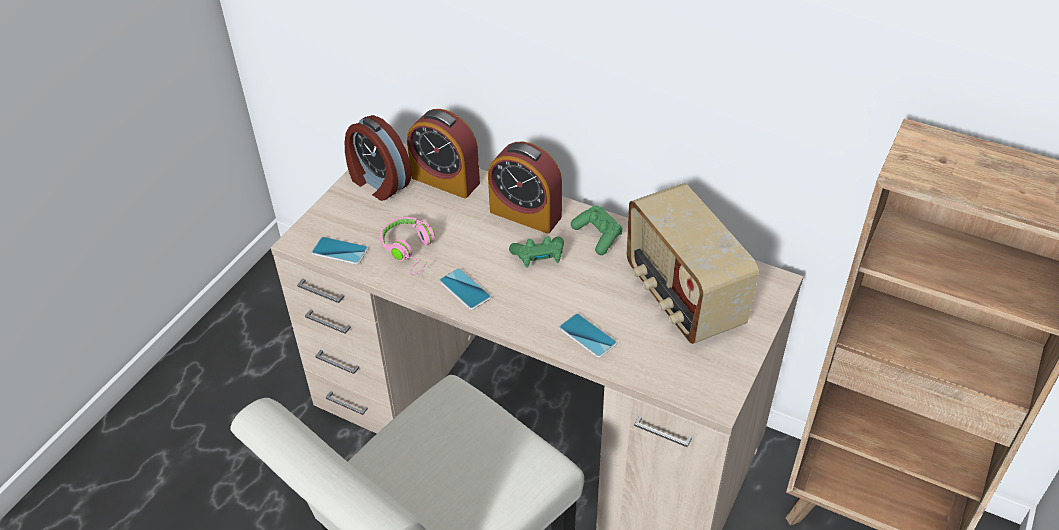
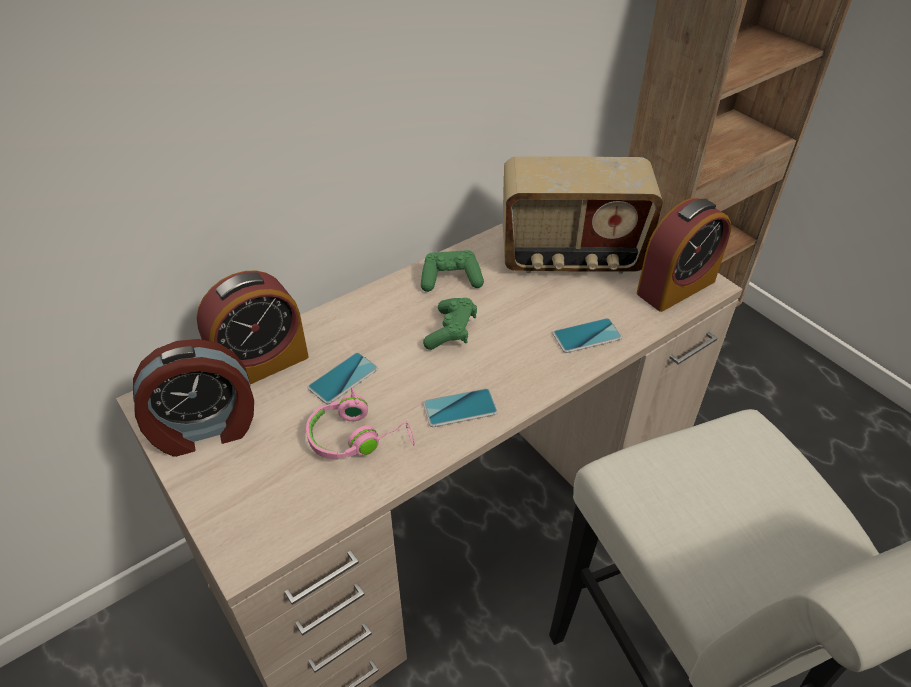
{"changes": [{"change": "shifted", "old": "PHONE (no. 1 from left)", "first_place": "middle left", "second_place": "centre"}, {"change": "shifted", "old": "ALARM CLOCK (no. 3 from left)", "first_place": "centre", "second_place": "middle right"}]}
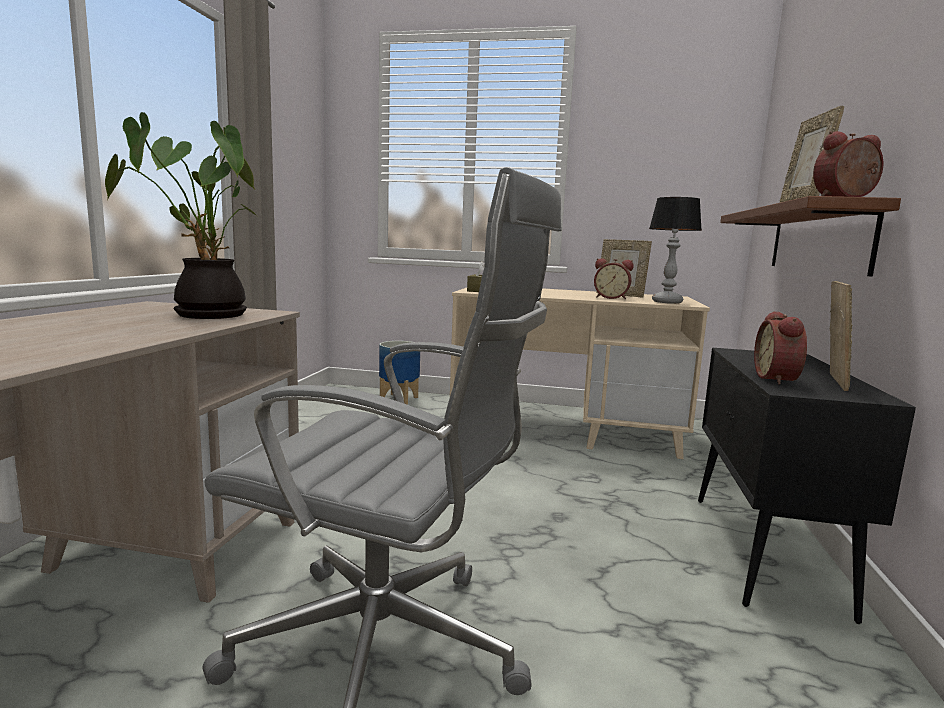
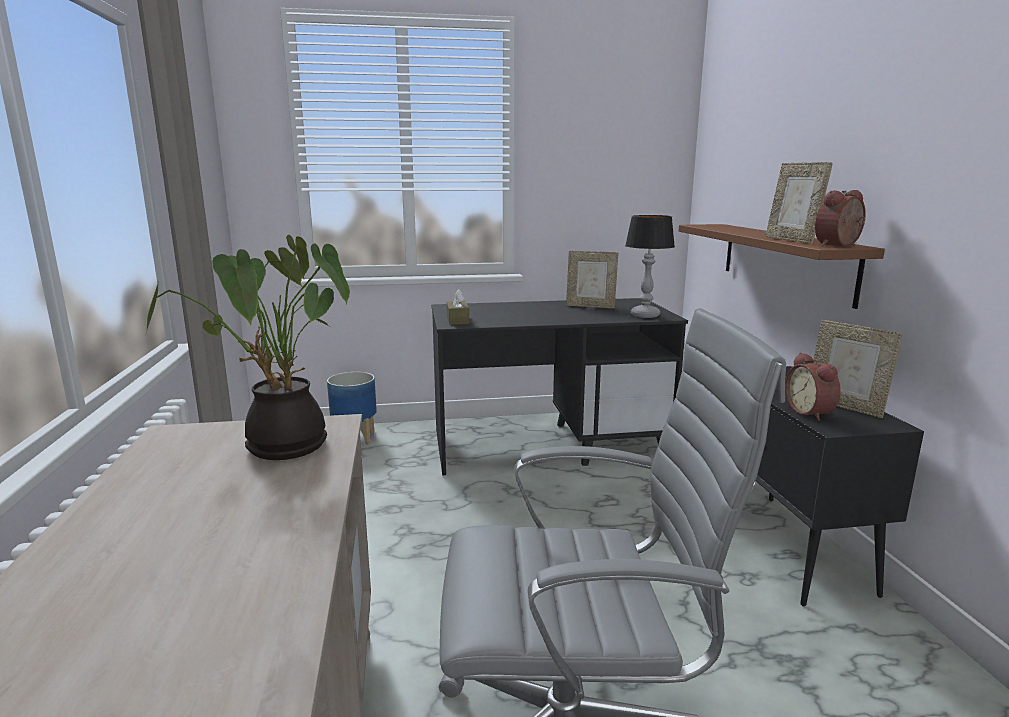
{"changes": [{"change": "repainted", "old": "BEIGE DESK (no. 2 from left)", "new": "BLACK DESK", "first_place": "centre", "second_place": "centre"}, {"change": "rotated", "old": "PICTURE FRAME (no. 3 from left)", "first_place": "middle right", "second_place": "middle right", "degrees": 135}, {"change": "gone", "old": "ALARM CLOCK (no. 1 from left)", "first_place": "centre"}]}
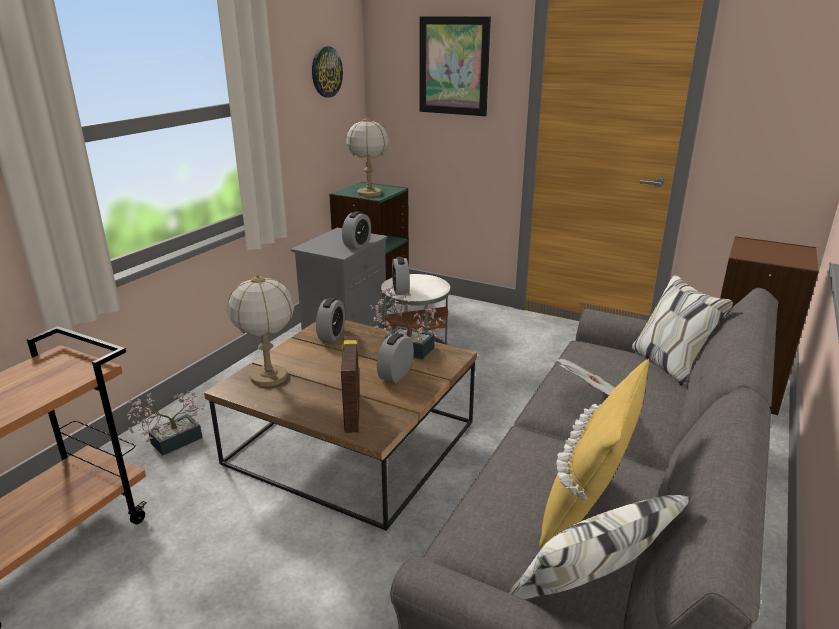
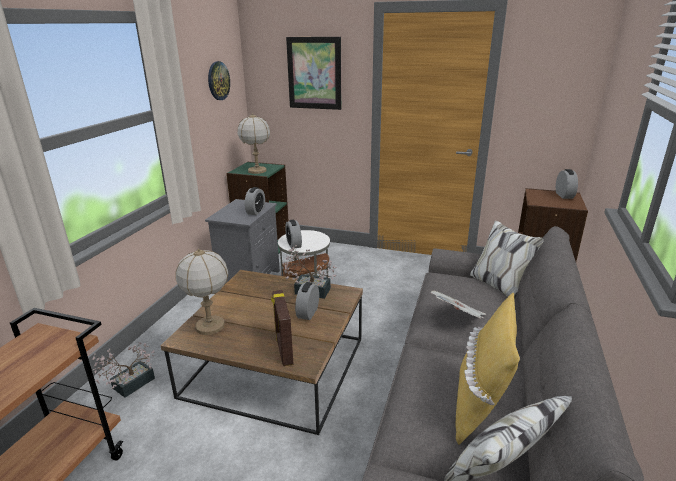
{"changes": [{"change": "shifted", "old": "ALARM CLOCK (no. 1 from left in the first image)", "new": "ALARM CLOCK (no. 4 from left)", "first_place": "centre", "second_place": "middle right"}]}
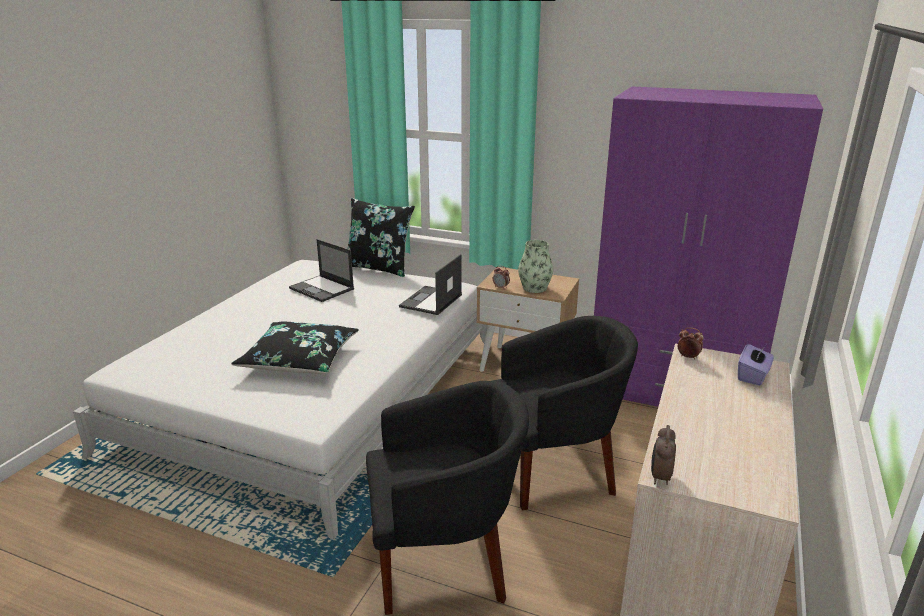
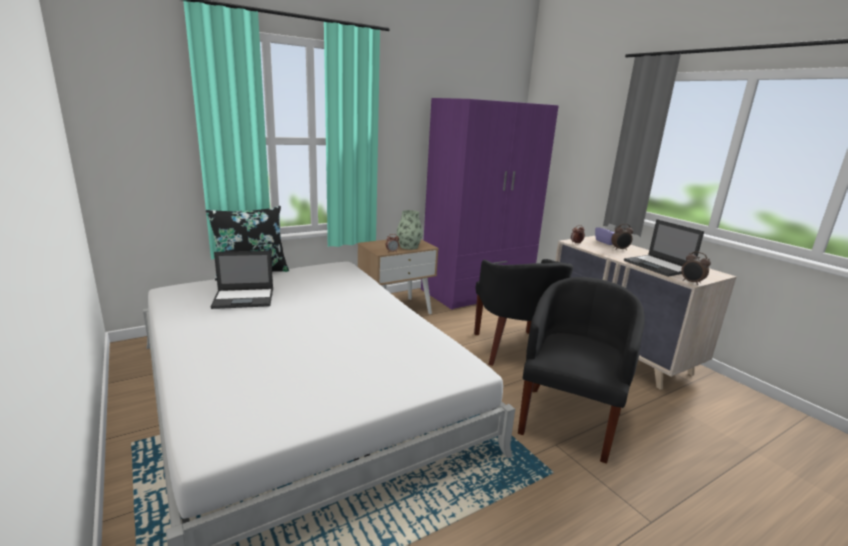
{"changes": [{"change": "rotated", "old": "BLACK ARMCHAIR (no. 2 from left in the first image)", "first_place": "bottom centre", "second_place": "centre", "degrees": 150}, {"change": "new", "new": "ALARM CLOCK (no. 3 from left)", "second_place": "middle right"}, {"change": "shifted", "old": "LAPTOP (no. 2 from left)", "first_place": "centre", "second_place": "middle right"}, {"change": "gone", "old": "BLACK PILLOW (no. 1 from left)", "first_place": "middle left"}]}
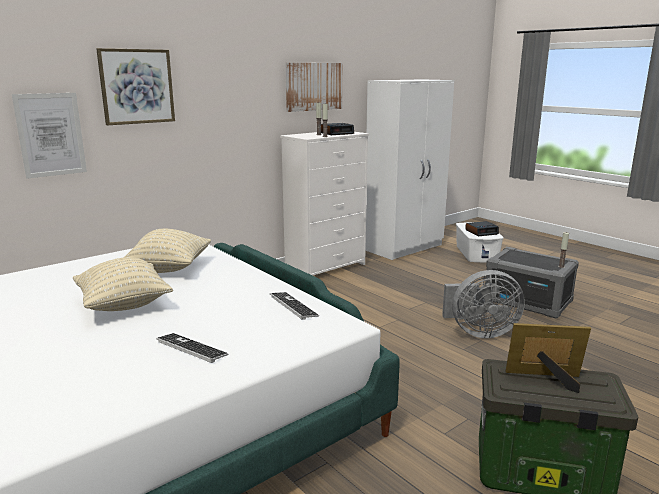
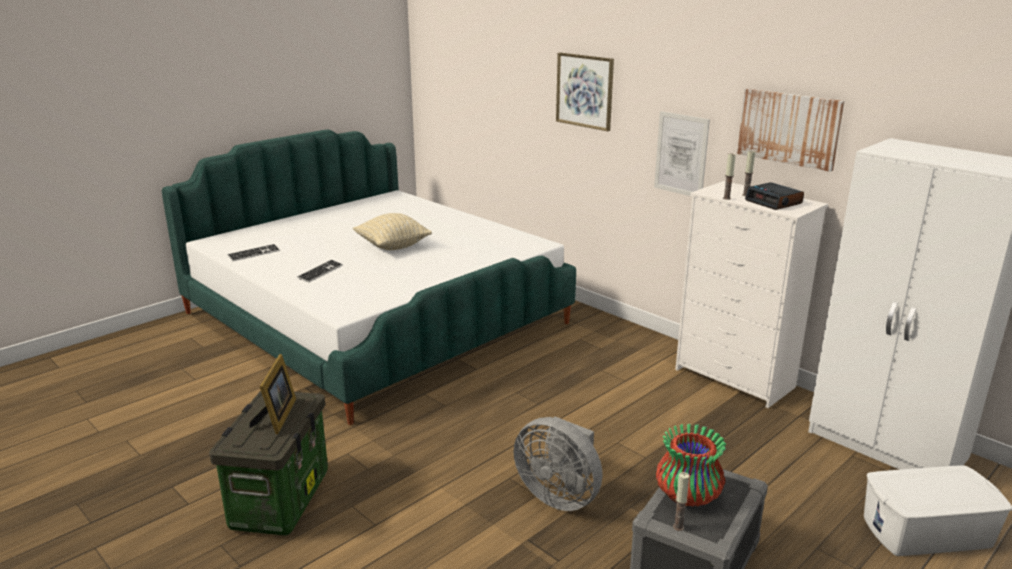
{"changes": [{"change": "shifted", "old": "KEYBOARD (no. 2 from left in the first image)", "new": "KEYBOARD (no. 1 from left)", "first_place": "centre", "second_place": "middle left"}, {"change": "rotated", "old": "GREY FAN", "first_place": "middle right", "second_place": "bottom centre", "degrees": -45}, {"change": "shifted", "old": "PICTURE (no. 1 from left in the first image)", "new": "PICTURE (no. 2 from left)", "first_place": "top left", "second_place": "top right"}, {"change": "new", "new": "VASE", "second_place": "bottom right"}, {"change": "gone", "old": "BEIGE PILLOW (no. 2 from left)", "first_place": "middle left"}, {"change": "gone", "old": "ALARM CLOCK (no. 2 from left)", "first_place": "middle right"}]}
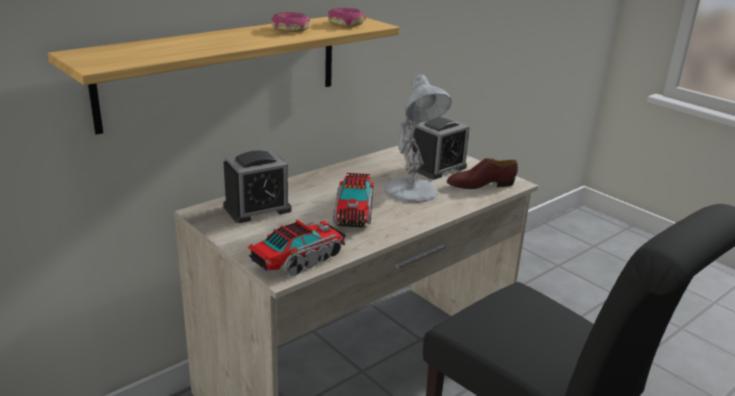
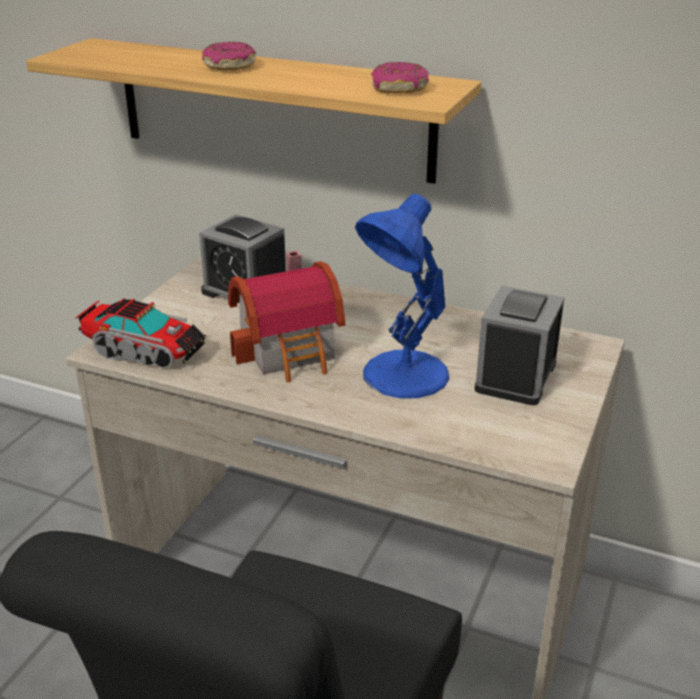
{"changes": [{"change": "shifted", "old": "DONUT (no. 1 from left)", "first_place": "top centre", "second_place": "top left"}, {"change": "swapped", "old": "TOY TRUCK (no. 2 from left)", "new": "TOY HOUSE", "first_place": "centre", "second_place": "centre"}, {"change": "repainted", "old": "WHITE TABLE LAMP", "new": "BLUE TABLE LAMP", "first_place": "centre", "second_place": "centre"}, {"change": "rotated", "old": "ALARM CLOCK (no. 2 from left)", "first_place": "centre", "second_place": "middle right", "degrees": 90}, {"change": "gone", "old": "BROWN SHOE", "first_place": "centre"}]}
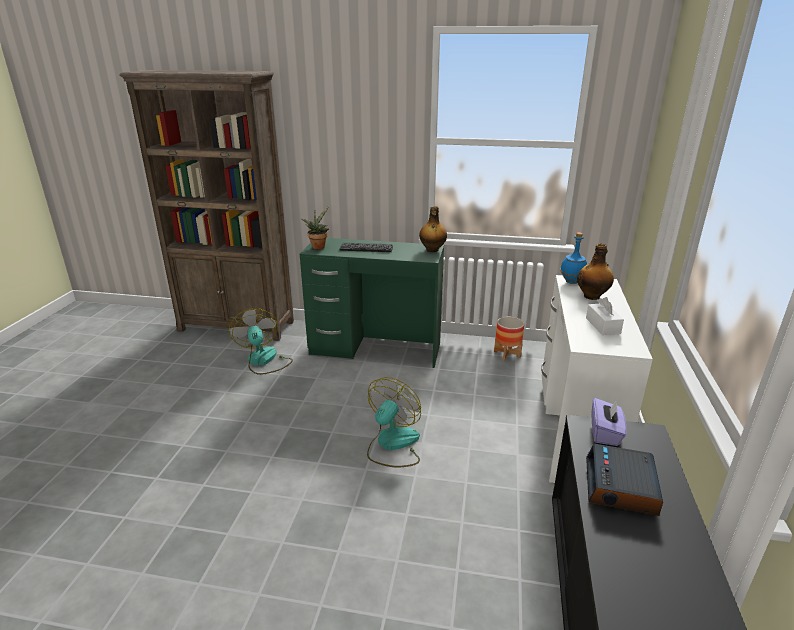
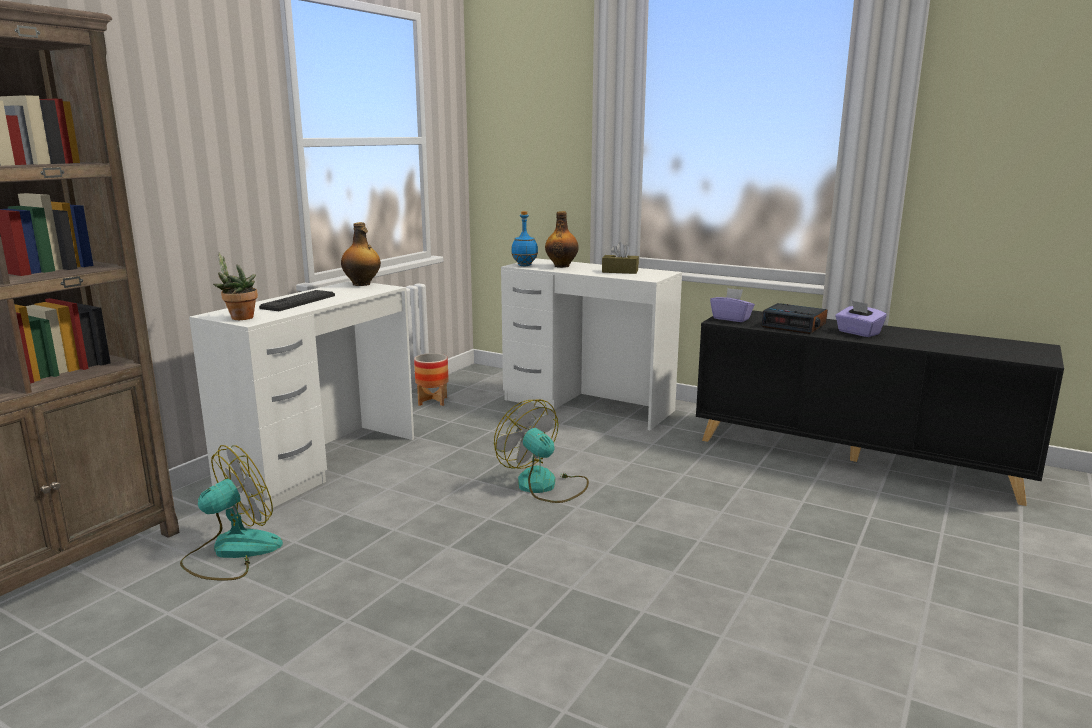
{"changes": [{"change": "rotated", "old": "FAN (no. 1 from left)", "first_place": "middle left", "second_place": "bottom left", "degrees": 135}, {"change": "repainted", "old": "GREEN DESK", "new": "WHITE DESK (no. 1 from left)", "first_place": "centre", "second_place": "middle left"}, {"change": "repainted", "old": "WHITE TISSUE BOX", "new": "BROWN TISSUE BOX", "first_place": "middle right", "second_place": "centre"}, {"change": "new", "new": "PURPLE TISSUE BOX (no. 2 from left)", "second_place": "middle right"}]}
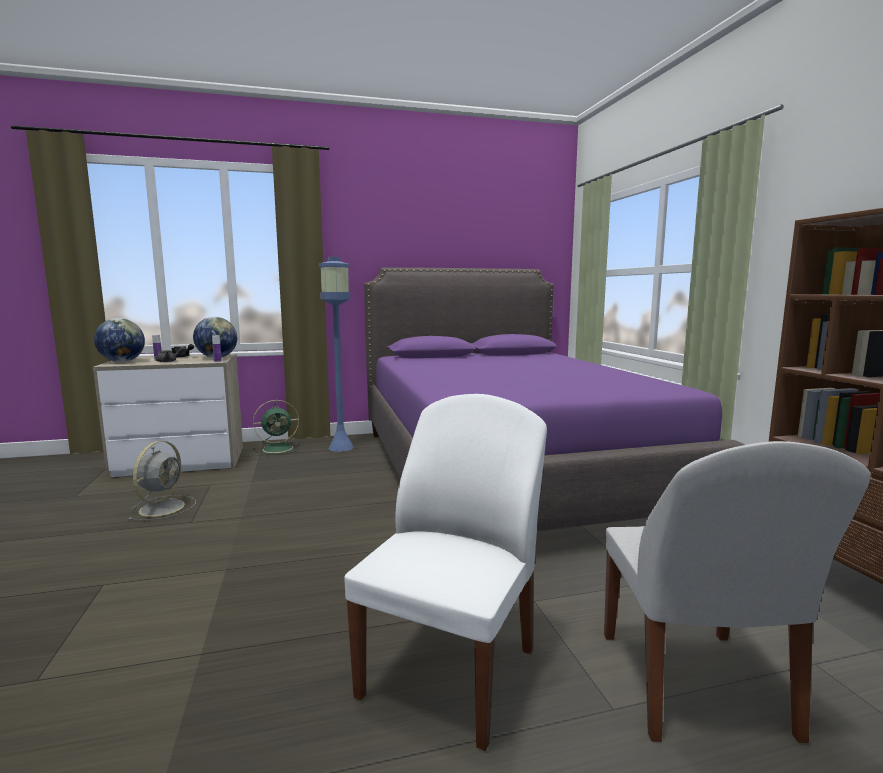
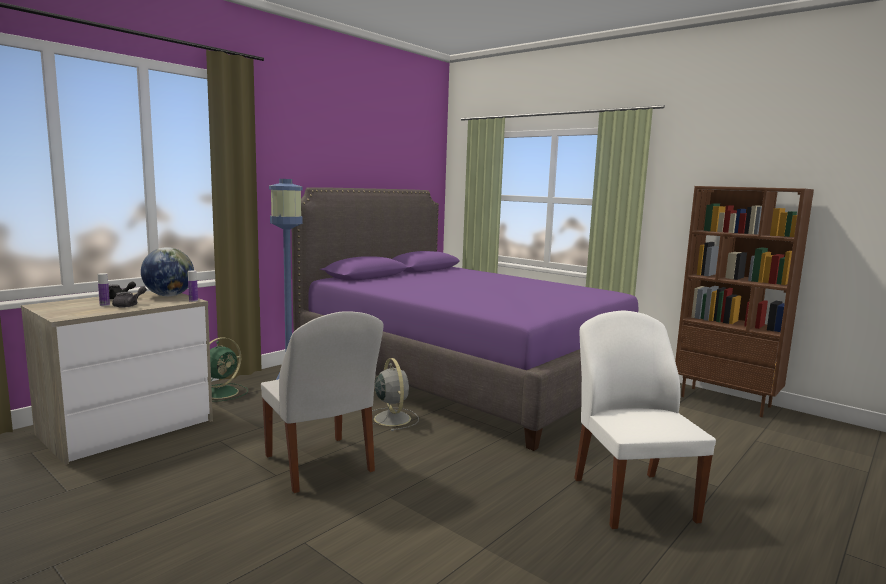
{"changes": [{"change": "shifted", "old": "WHITE CHAIR (no. 2 from left in the first image)", "new": "WHITE CHAIR (no. 1 from left)", "first_place": "bottom right", "second_place": "bottom centre"}, {"change": "shifted", "old": "GREY FAN", "first_place": "middle left", "second_place": "bottom centre"}, {"change": "gone", "old": "GLOBE (no. 1 from left)", "first_place": "middle left"}]}
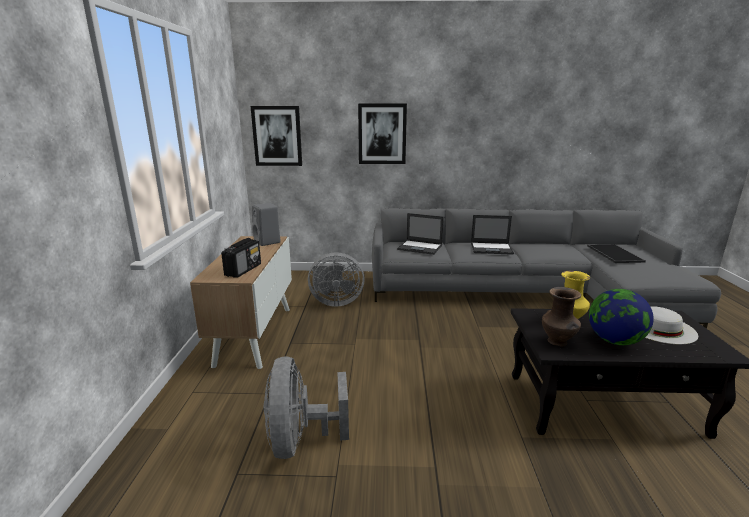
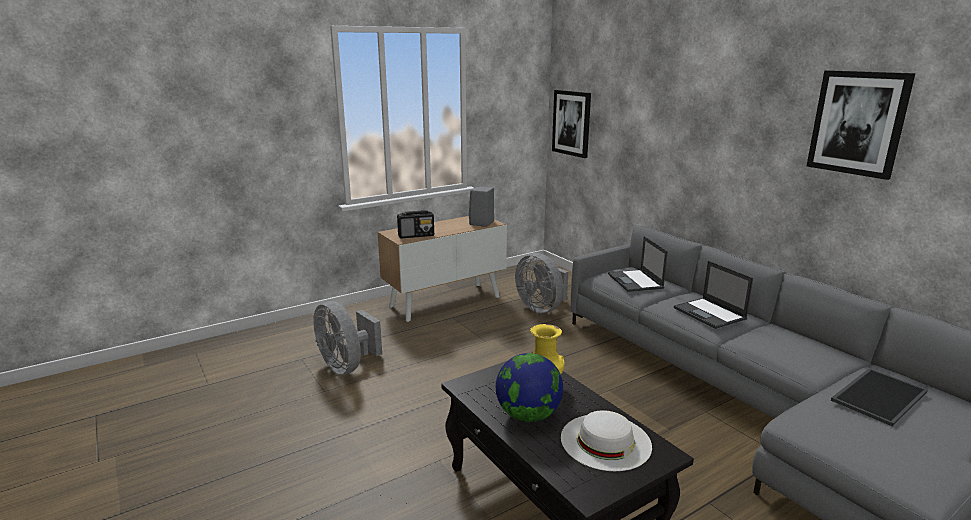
{"changes": [{"change": "rotated", "old": "GREY FAN (no. 1 from left)", "first_place": "bottom centre", "second_place": "centre", "degrees": -90}, {"change": "shifted", "old": "PICTURE (no. 2 from left)", "first_place": "top centre", "second_place": "top right"}, {"change": "gone", "old": "BROWN VASE", "first_place": "middle right"}]}
